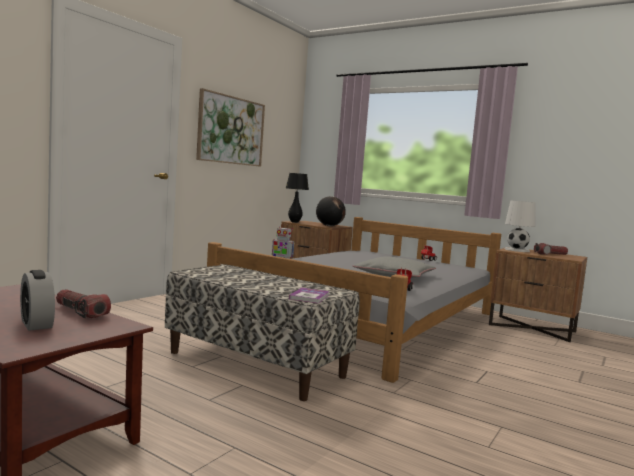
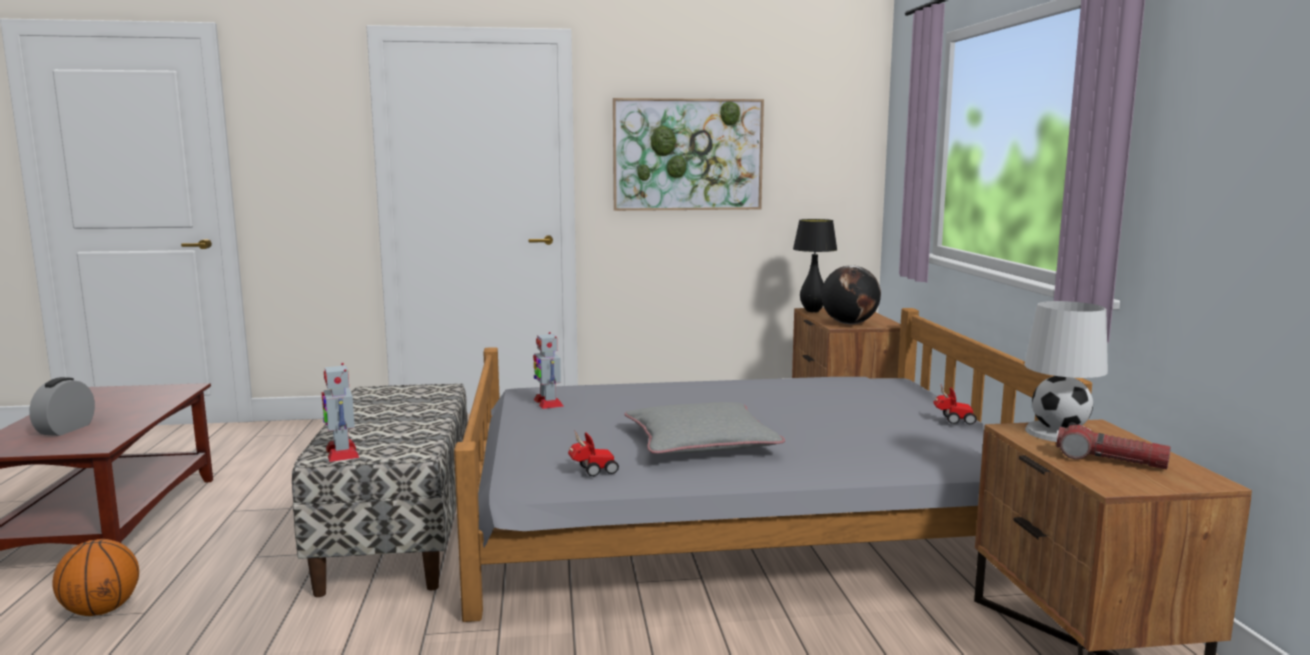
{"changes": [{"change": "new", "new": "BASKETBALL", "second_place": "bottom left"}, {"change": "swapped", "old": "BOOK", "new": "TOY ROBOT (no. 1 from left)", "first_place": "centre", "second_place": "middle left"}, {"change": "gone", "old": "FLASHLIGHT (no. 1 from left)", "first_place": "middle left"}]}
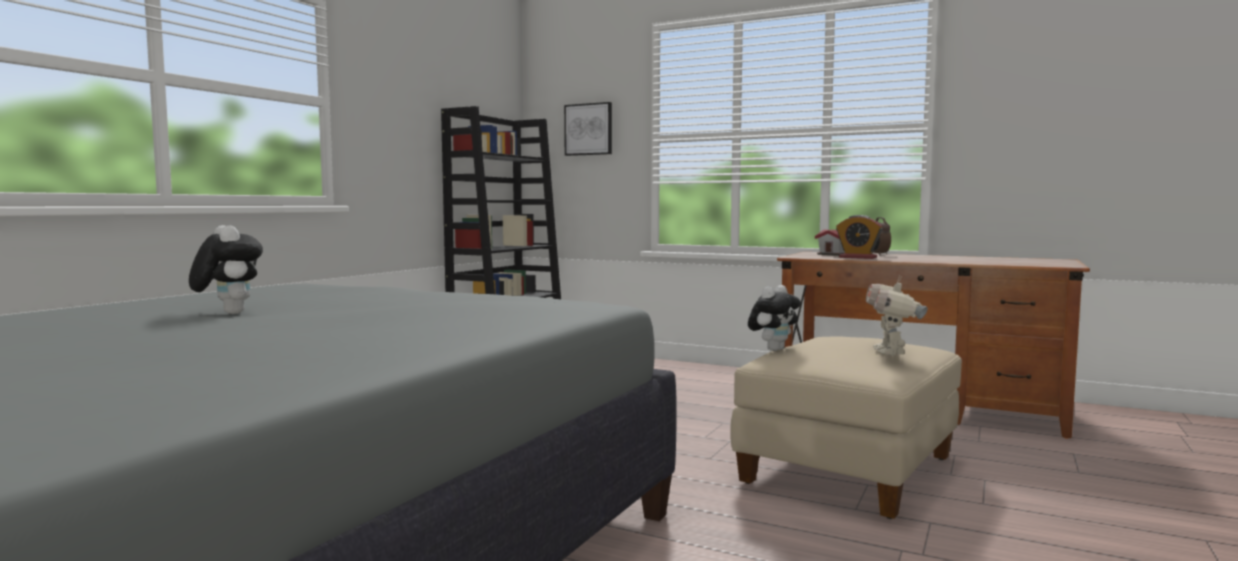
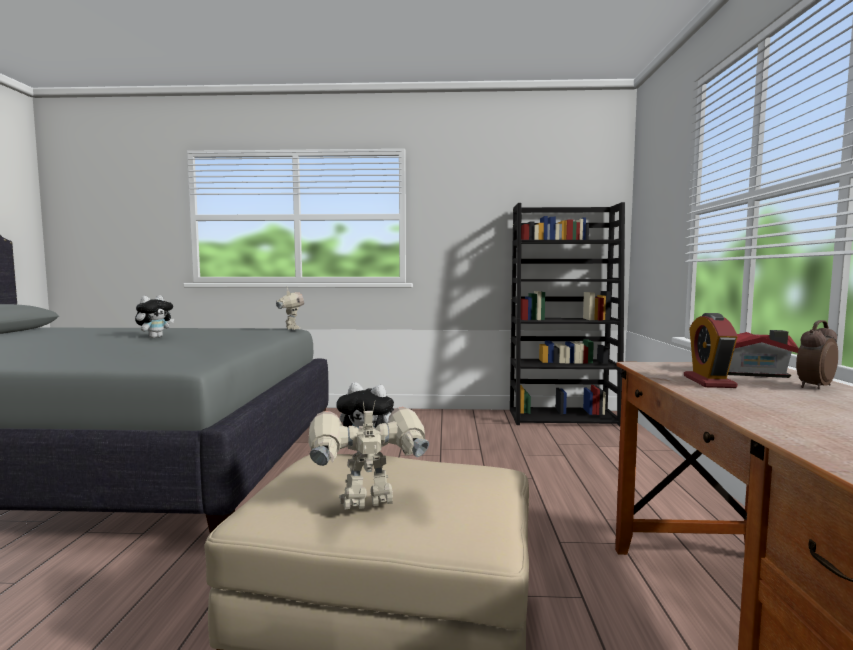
{"changes": [{"change": "new", "new": "TOY ROBOT (no. 1 from left)", "second_place": "centre"}, {"change": "gone", "old": "PICTURE", "first_place": "top centre"}]}
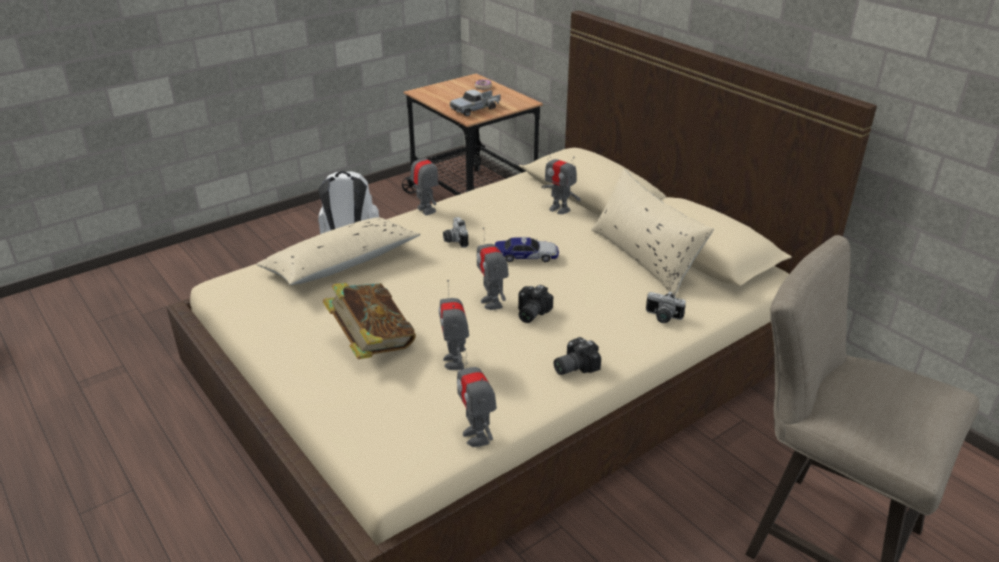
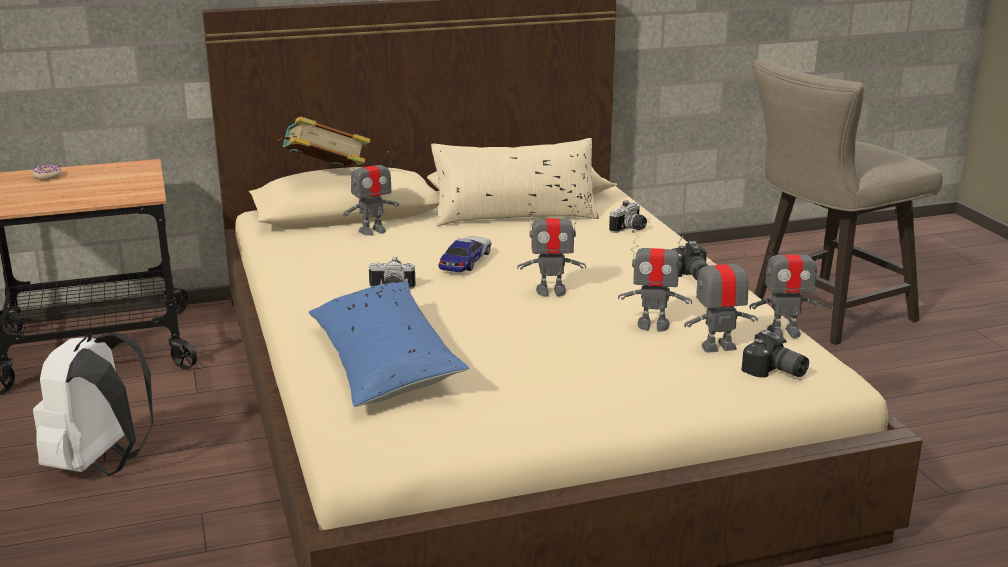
{"changes": [{"change": "shifted", "old": "BOOK", "first_place": "centre", "second_place": "top left"}, {"change": "repainted", "old": "BEIGE PILLOW (no. 1 from left)", "new": "BLUE PILLOW", "first_place": "centre", "second_place": "centre"}, {"change": "shifted", "old": "TOY ROBOT (no. 1 from left in the first image)", "new": "TOY ROBOT (no. 4 from left)", "first_place": "top centre", "second_place": "middle right"}, {"change": "shifted", "old": "PHOTO CAMERA (no. 2 from left in the first image)", "new": "PHOTO CAMERA (no. 4 from left)", "first_place": "centre", "second_place": "middle right"}, {"change": "gone", "old": "TOY TRUCK", "first_place": "top centre"}]}
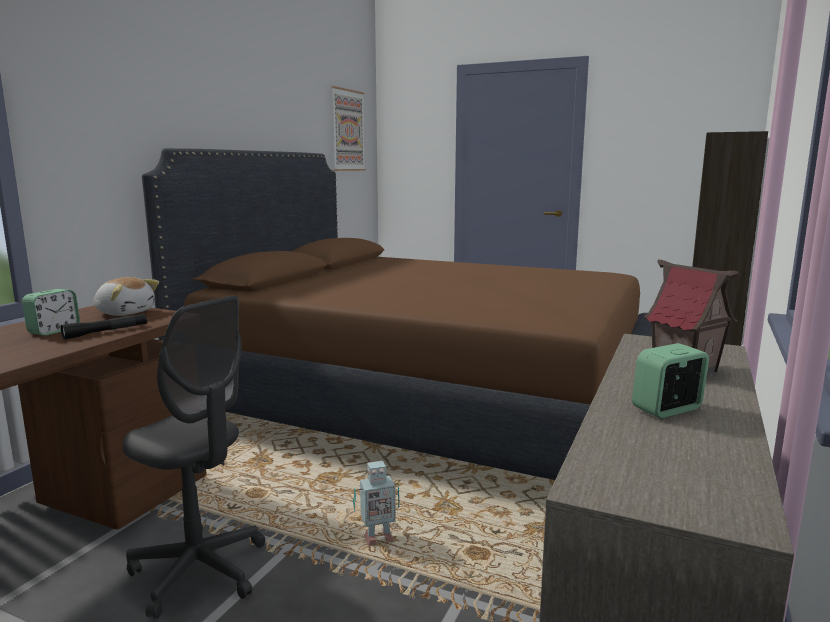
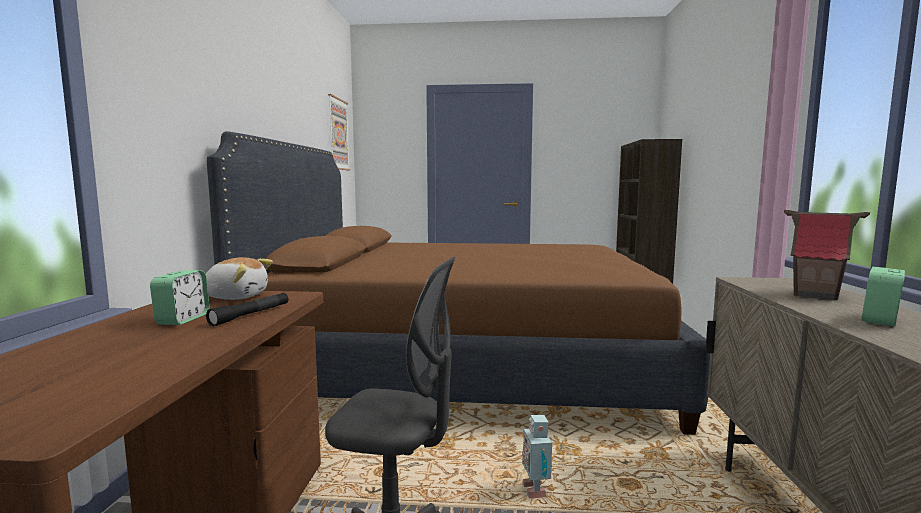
{"changes": [{"change": "rotated", "old": "TOY ROBOT", "first_place": "bottom centre", "second_place": "bottom centre", "degrees": 120}]}
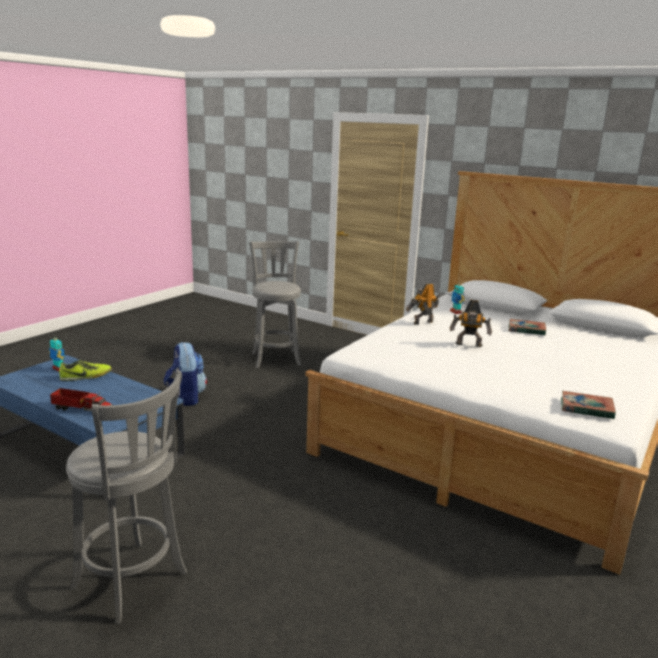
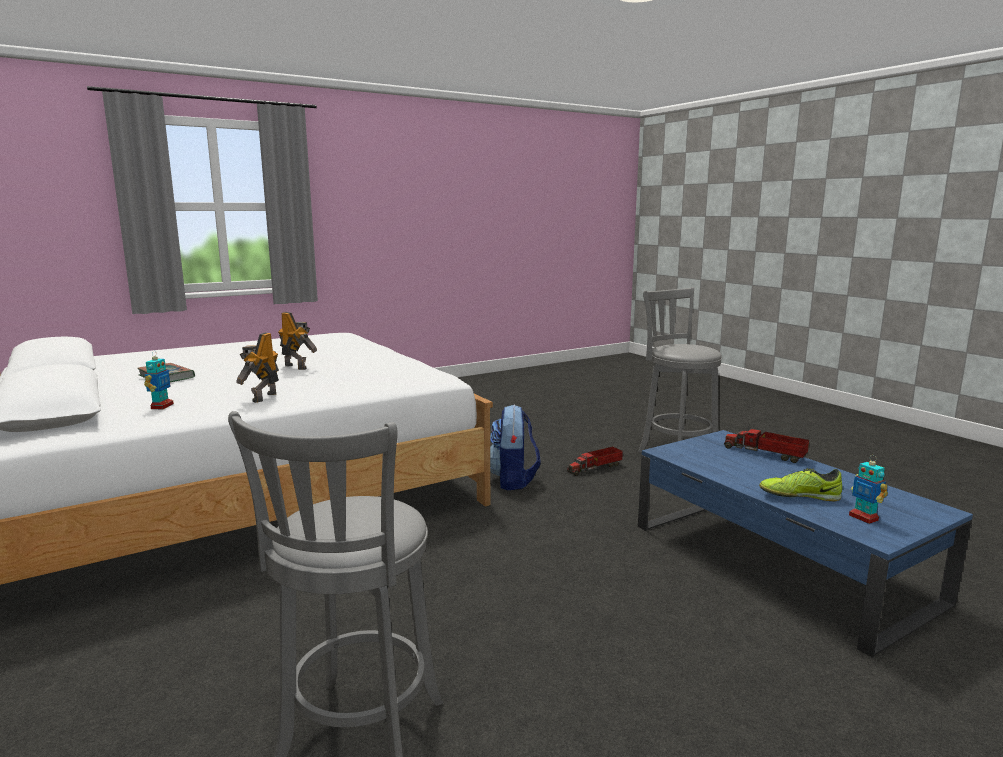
{"changes": [{"change": "rotated", "old": "TOY ROBOT (no. 2 from left)", "first_place": "centre", "second_place": "middle left", "degrees": 105}, {"change": "shifted", "old": "BACKPACK", "first_place": "middle left", "second_place": "centre"}, {"change": "new", "new": "TOY TRUCK (no. 1 from left)", "second_place": "centre"}, {"change": "gone", "old": "BOOK (no. 2 from left)", "first_place": "middle right"}]}
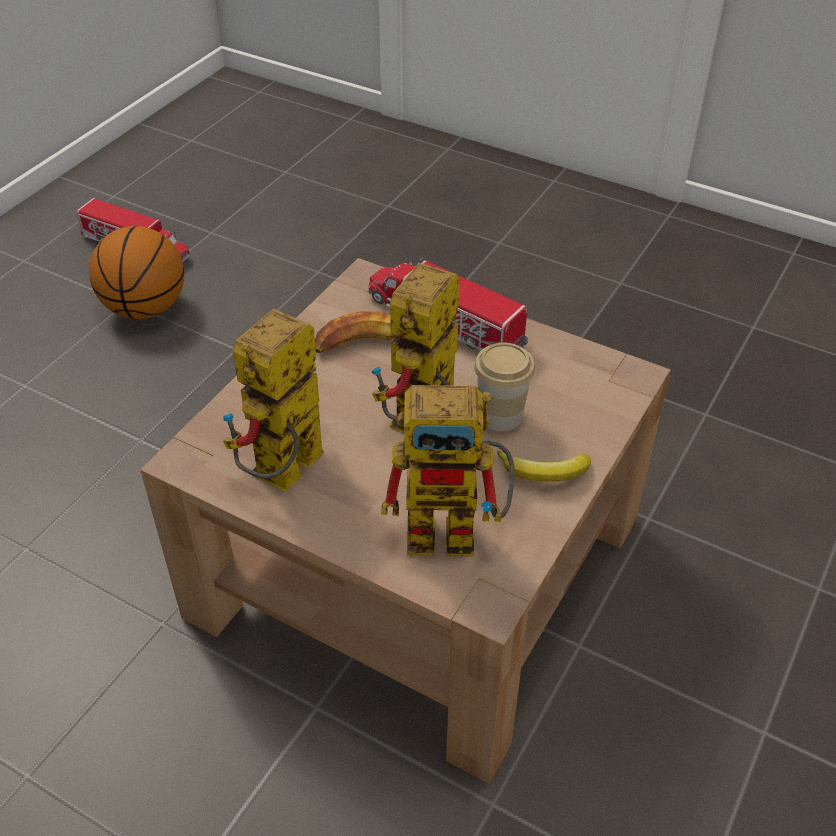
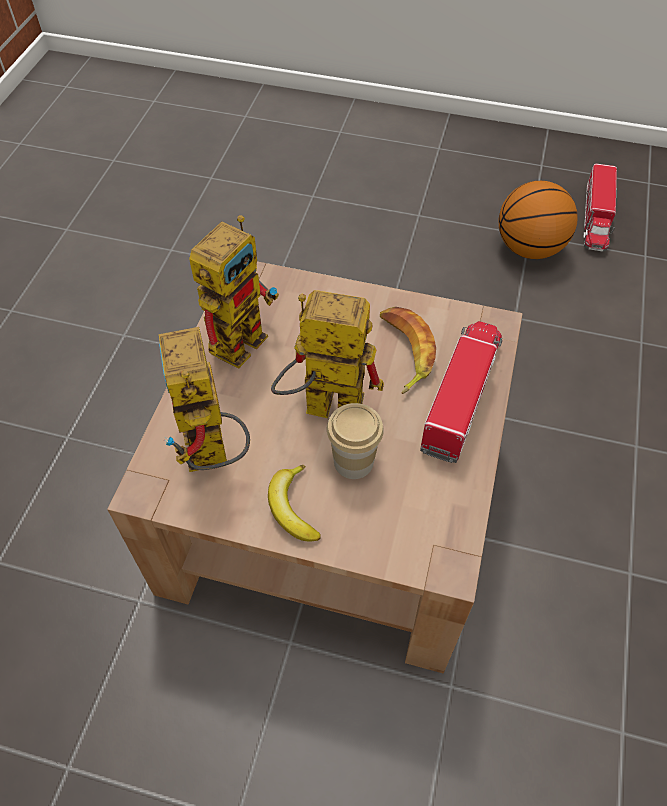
{"changes": [{"change": "rotated", "old": "TOY ROBOT (no. 1 from left in the first image)", "first_place": "middle left", "second_place": "centre", "degrees": 105}]}
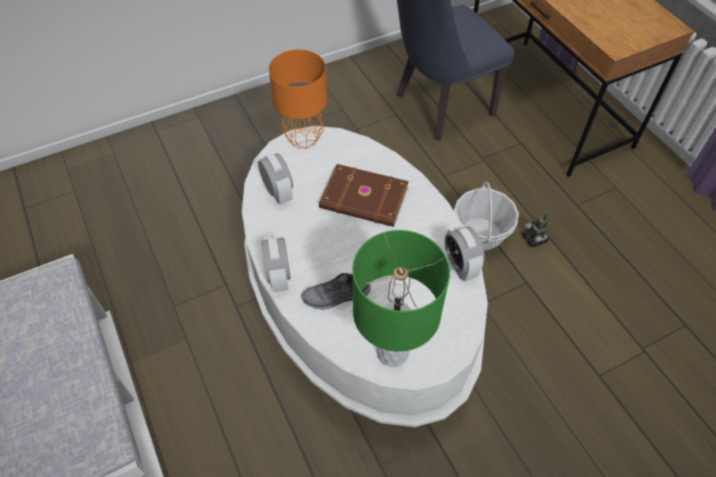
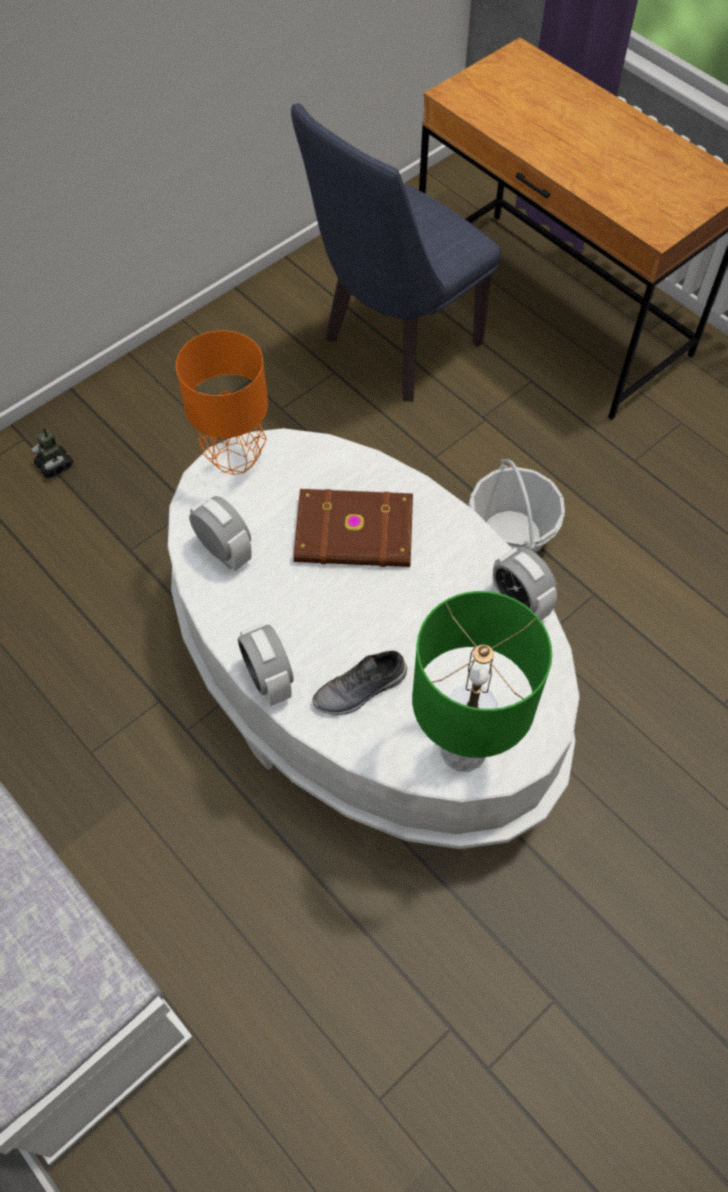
{"changes": [{"change": "shifted", "old": "TOY ROBOT", "first_place": "middle right", "second_place": "middle left"}]}
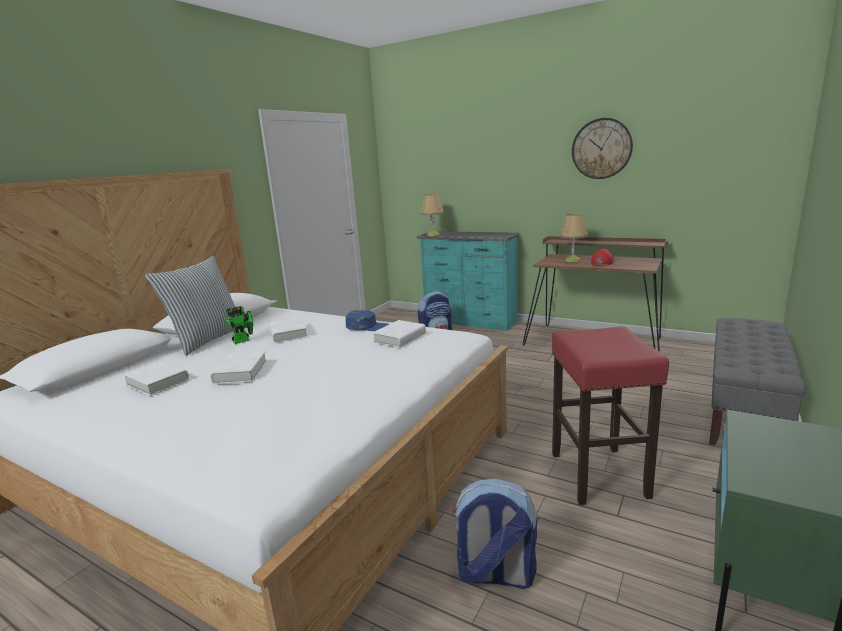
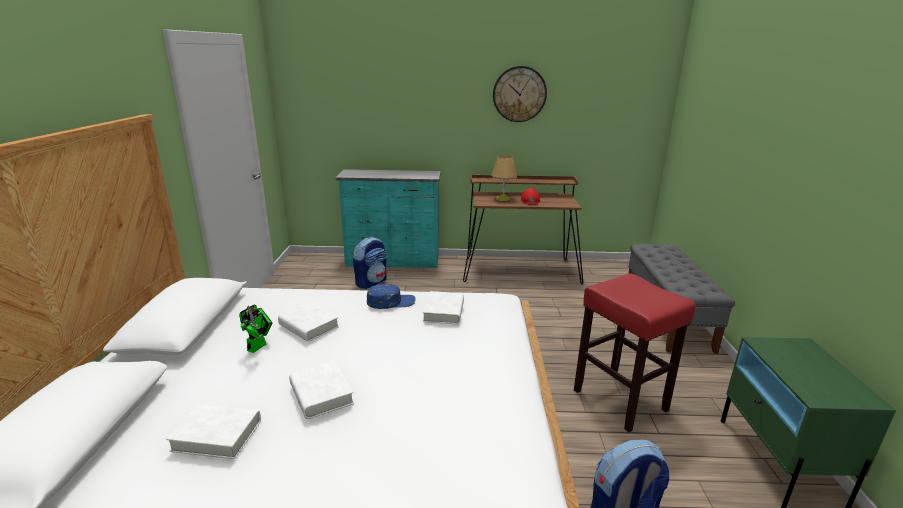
{"changes": [{"change": "gone", "old": "PILLOW", "first_place": "middle left"}, {"change": "gone", "old": "TABLE LAMP (no. 1 from left)", "first_place": "centre"}]}
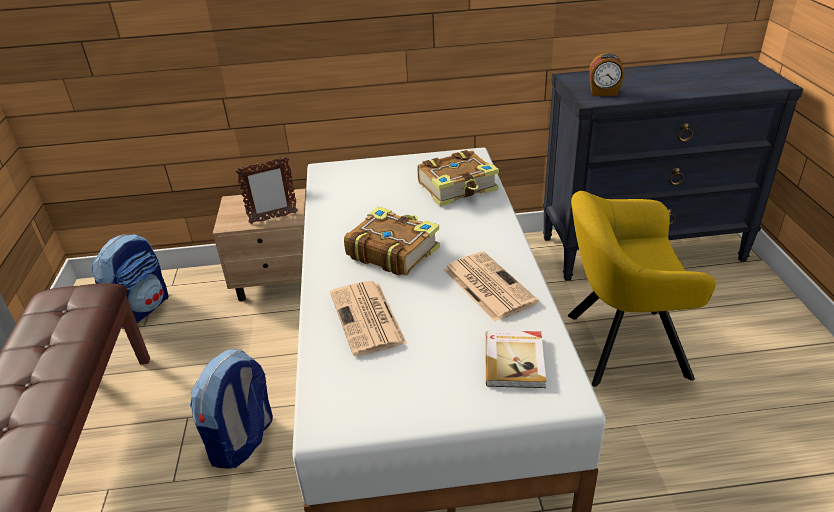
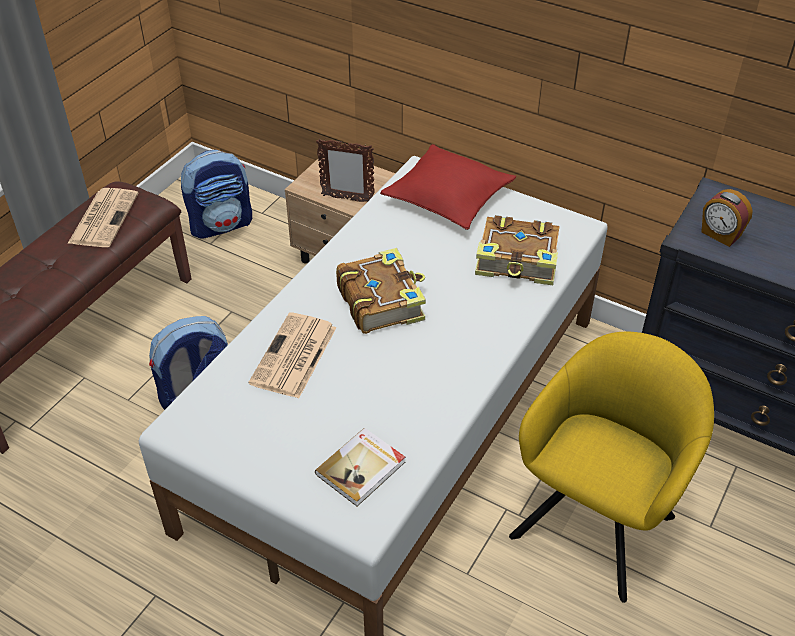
{"changes": [{"change": "shifted", "old": "NEWSPAPER (no. 2 from left in the first image)", "new": "NEWSPAPER (no. 1 from left)", "first_place": "centre", "second_place": "middle left"}, {"change": "new", "new": "RED PILLOW", "second_place": "top centre"}, {"change": "rotated", "old": "YELLOW ARMCHAIR", "first_place": "middle right", "second_place": "bottom right", "degrees": 90}]}
